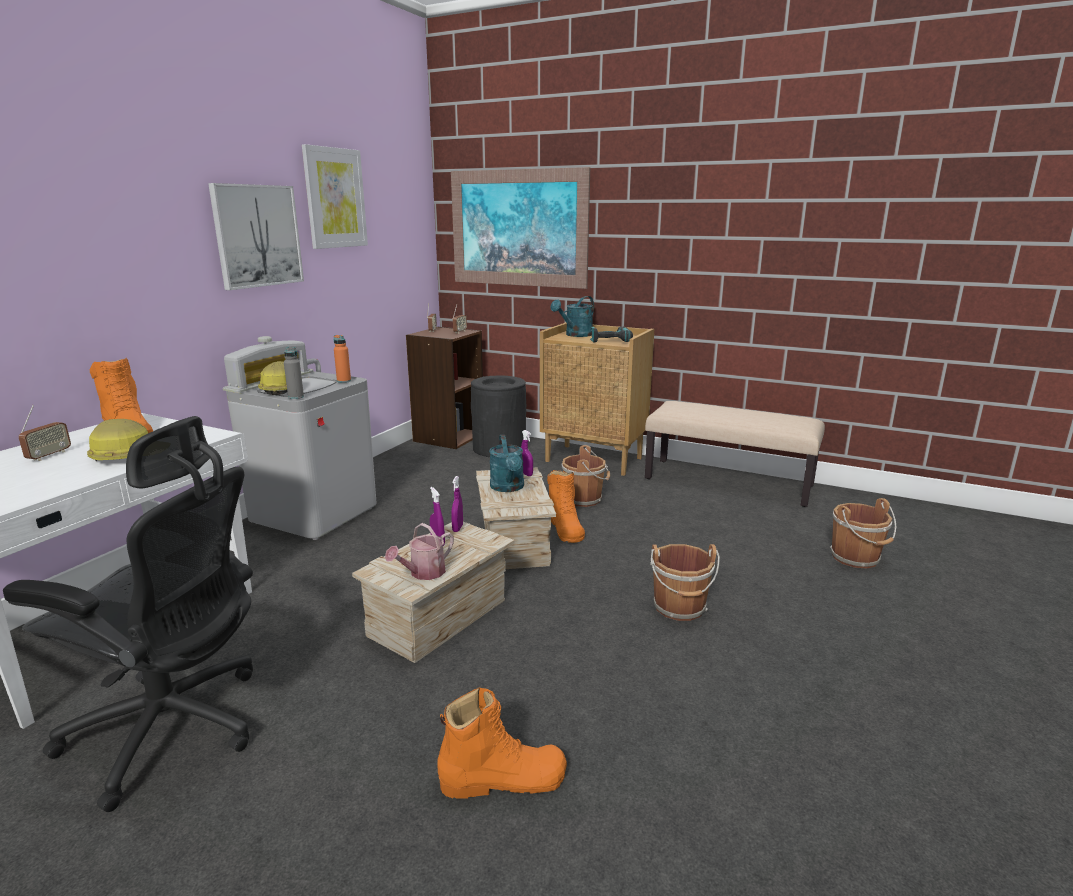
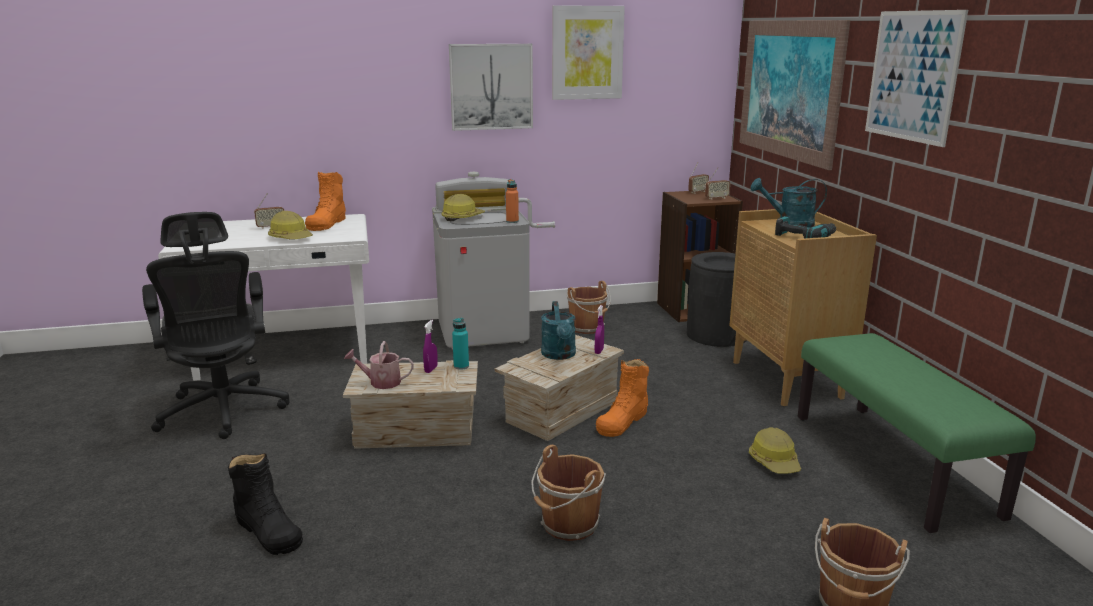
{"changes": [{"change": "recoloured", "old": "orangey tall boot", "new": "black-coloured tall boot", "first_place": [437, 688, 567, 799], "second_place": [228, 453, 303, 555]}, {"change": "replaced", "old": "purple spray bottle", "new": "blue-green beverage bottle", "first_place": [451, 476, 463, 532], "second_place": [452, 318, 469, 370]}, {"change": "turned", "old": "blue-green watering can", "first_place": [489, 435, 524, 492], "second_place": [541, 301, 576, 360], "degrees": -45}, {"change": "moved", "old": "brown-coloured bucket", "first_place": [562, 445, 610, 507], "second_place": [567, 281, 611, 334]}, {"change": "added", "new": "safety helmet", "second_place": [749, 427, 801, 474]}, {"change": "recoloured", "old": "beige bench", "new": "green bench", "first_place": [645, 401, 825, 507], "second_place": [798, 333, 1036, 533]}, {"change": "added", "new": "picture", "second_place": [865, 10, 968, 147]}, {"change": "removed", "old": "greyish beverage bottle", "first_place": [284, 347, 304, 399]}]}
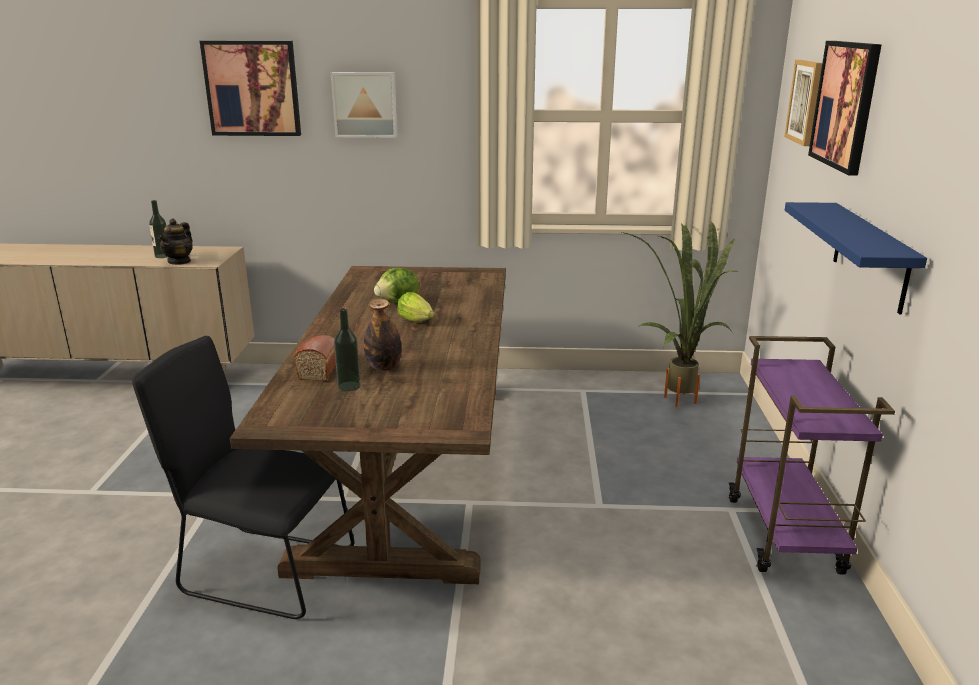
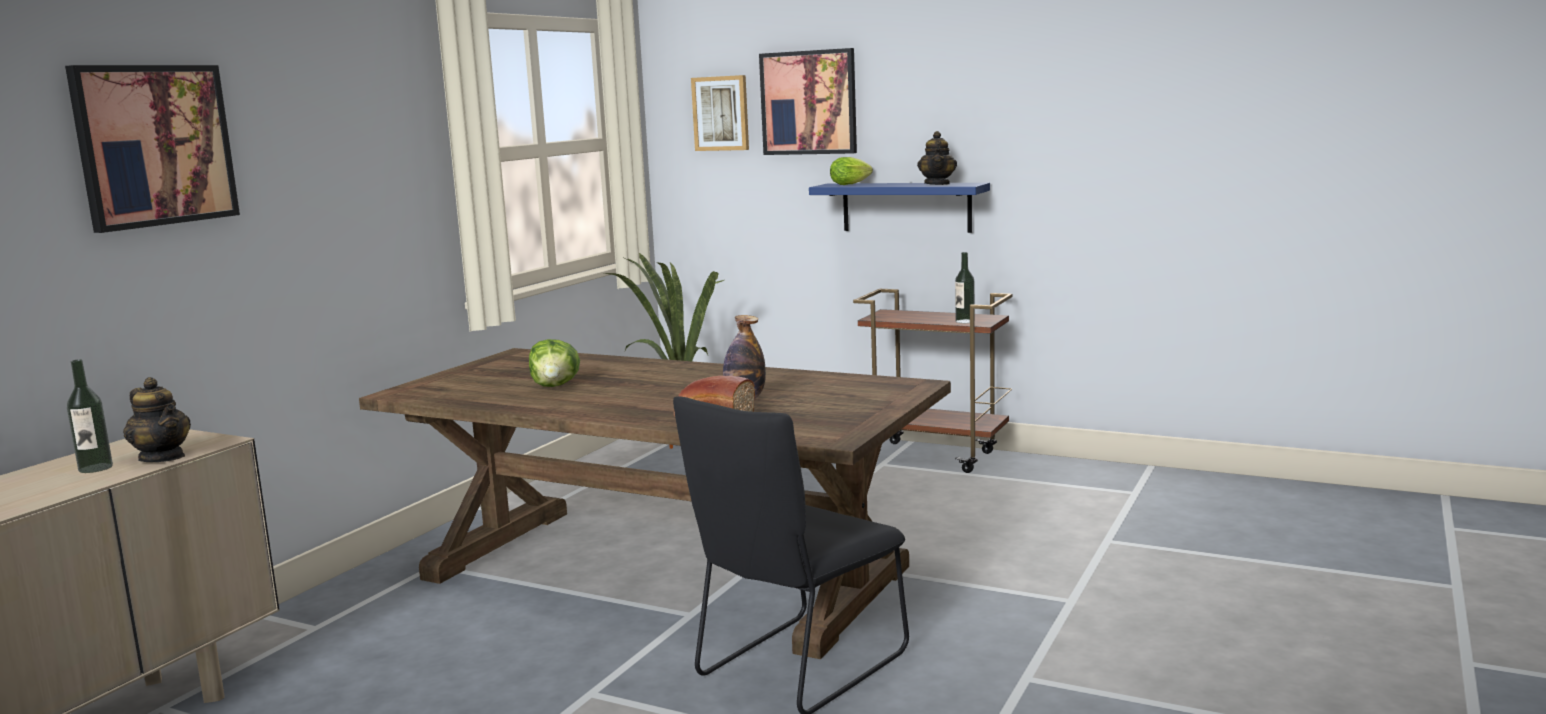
{"changes": [{"change": "moved", "old": "lettuce head", "first_place": [397, 292, 434, 322], "second_place": [830, 157, 873, 185]}, {"change": "recoloured", "old": "purple wheeled cart", "new": "brown-coloured wheeled cart", "first_place": [728, 336, 895, 575], "second_place": [853, 289, 1013, 473]}, {"change": "added", "new": "teapot", "second_place": [917, 131, 957, 185]}, {"change": "moved", "old": "beverage bottle", "first_place": [334, 308, 361, 391], "second_place": [955, 252, 975, 323]}, {"change": "removed", "old": "picture", "first_place": [331, 72, 398, 138]}]}
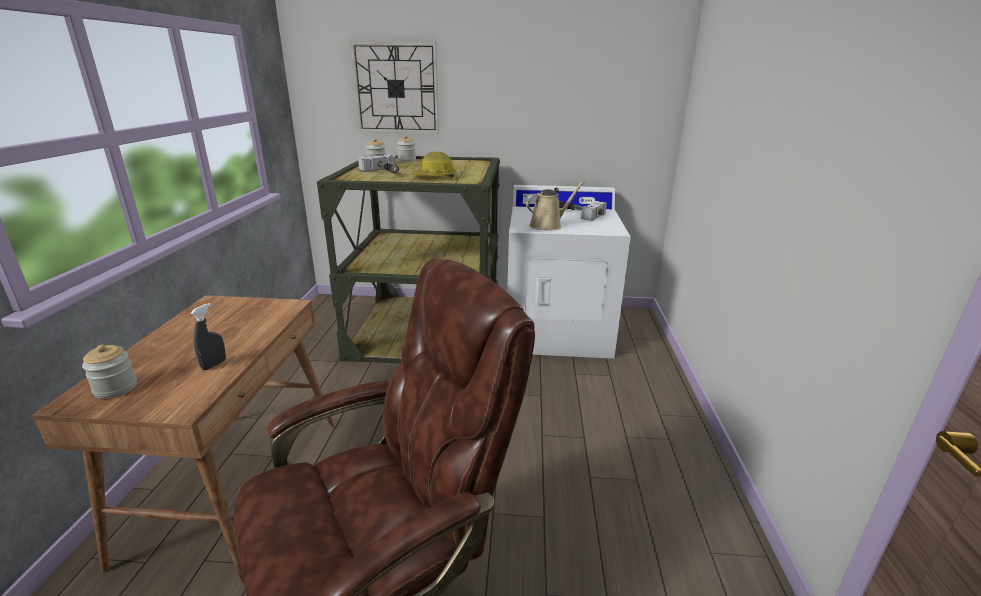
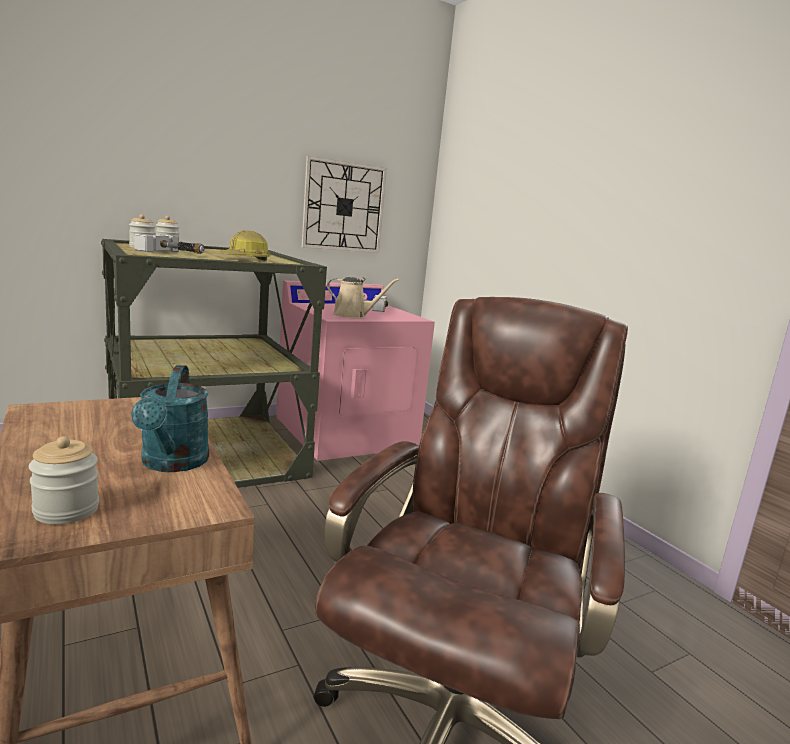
{"changes": [{"change": "replaced", "old": "greyish spray bottle", "new": "blue-green watering can", "first_place": [191, 303, 226, 370], "second_place": [131, 365, 209, 472]}, {"change": "recoloured", "old": "white laundry appliance", "new": "pink laundry appliance", "first_place": [507, 185, 631, 359], "second_place": [276, 280, 435, 461]}, {"change": "moved", "old": "wall clock", "first_place": [350, 42, 439, 134], "second_place": [301, 156, 387, 253]}, {"change": "turned", "old": "beige watering can", "first_place": [525, 181, 585, 230], "second_place": [327, 277, 400, 319], "degrees": 75}]}
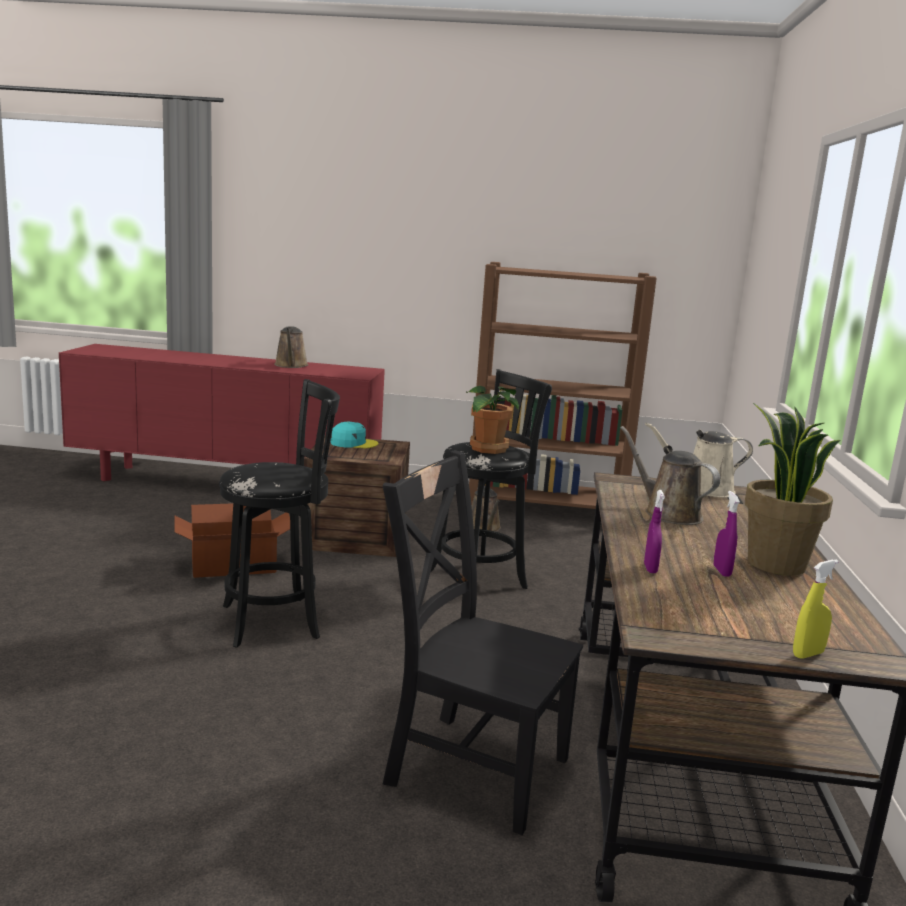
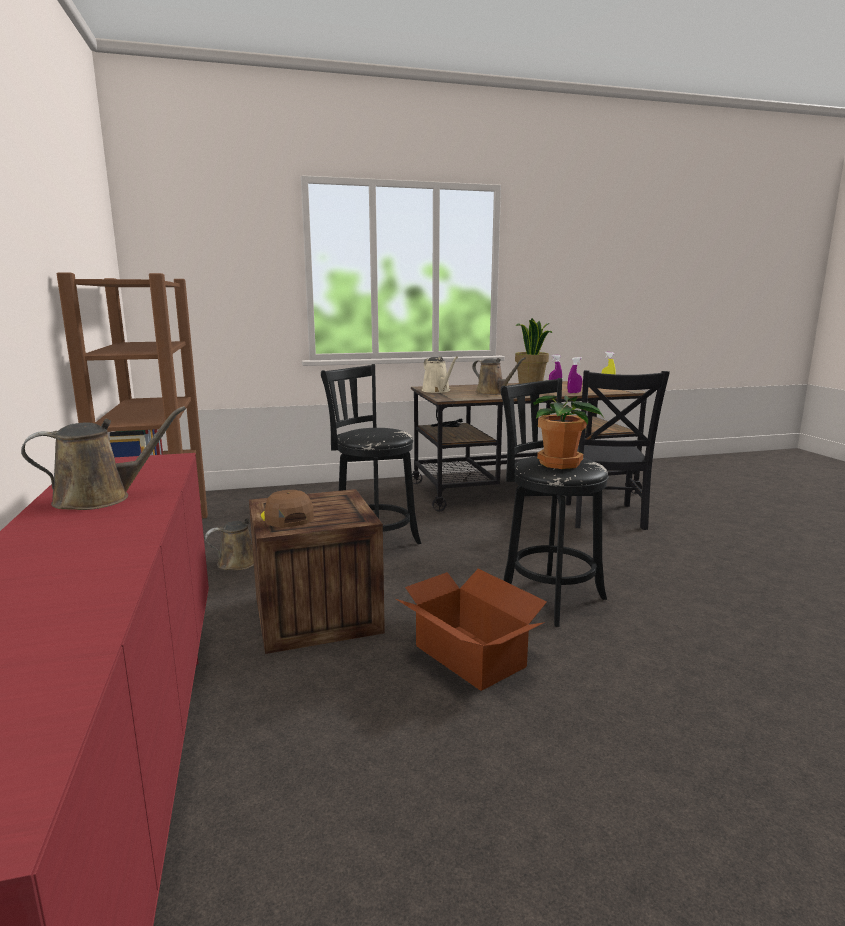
{"changes": [{"change": "recoloured", "old": "blue-green cap", "new": "brown-coloured cap", "first_place": [331, 422, 378, 448], "second_place": [261, 490, 314, 528]}, {"change": "turned", "old": "brown-coloured watering can", "first_place": [620, 426, 720, 525], "second_place": [472, 357, 526, 395], "degrees": -75}, {"change": "moved", "old": "houseplant", "first_place": [466, 385, 519, 454], "second_place": [533, 395, 604, 469]}]}
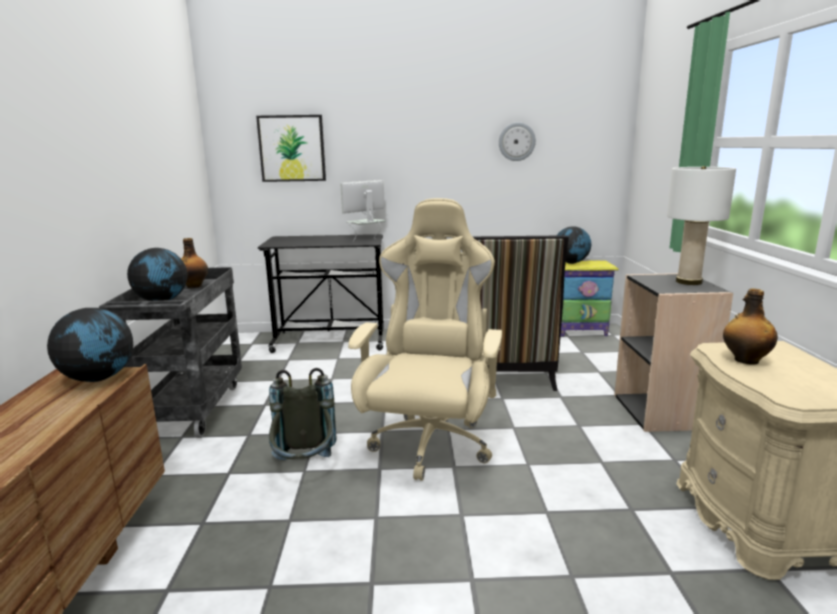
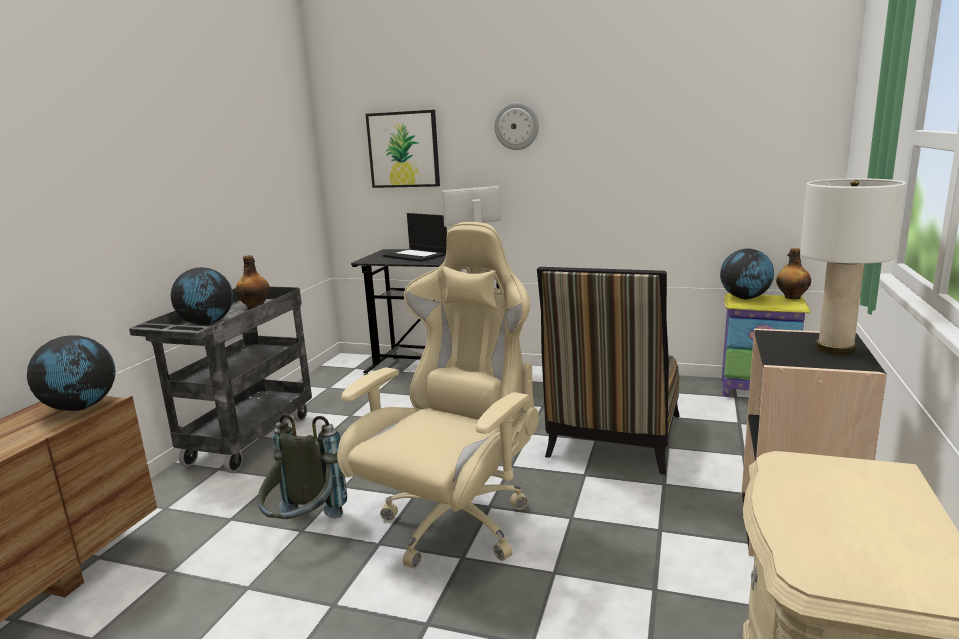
{"changes": [{"change": "added", "new": "notebook computer", "second_place": [383, 213, 447, 262]}, {"change": "moved", "old": "wall clock", "first_place": [499, 122, 536, 161], "second_place": [494, 102, 539, 150]}, {"change": "moved", "old": "beverage bottle", "first_place": [723, 288, 778, 365], "second_place": [776, 248, 811, 299]}]}
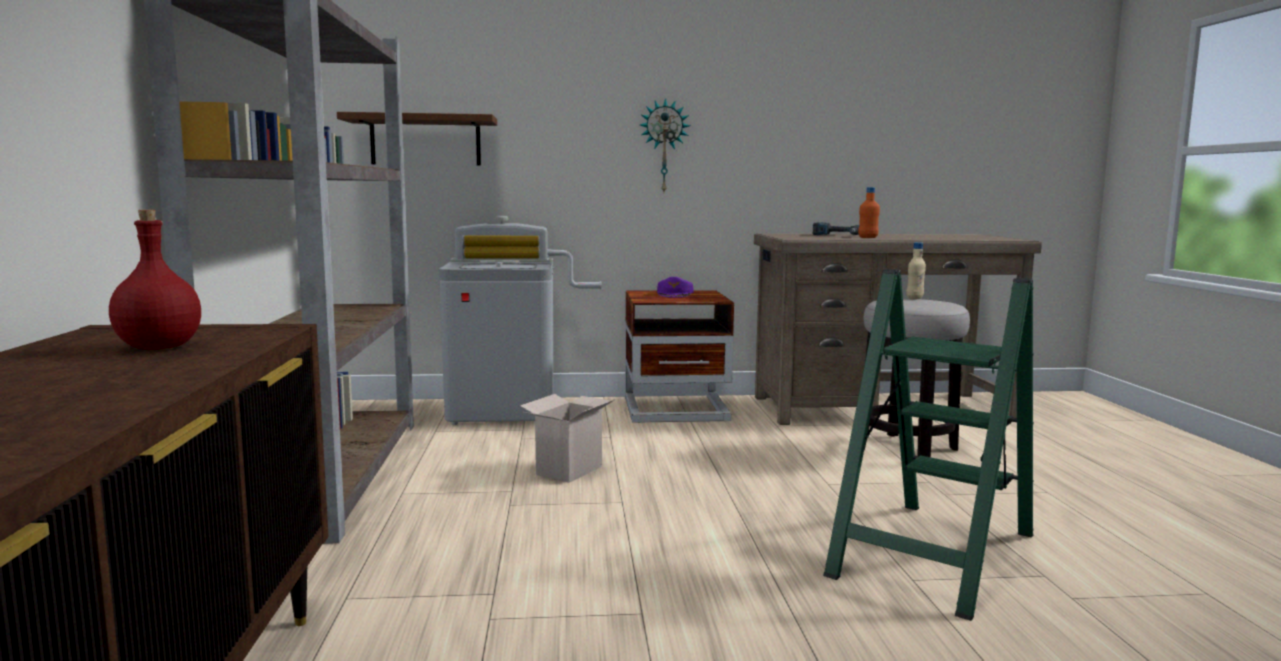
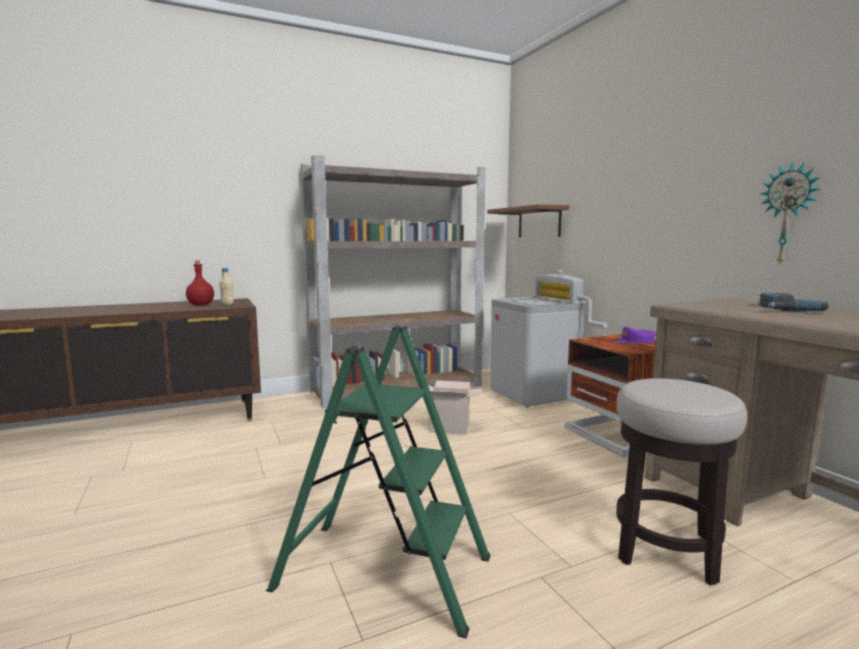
{"changes": [{"change": "moved", "old": "beige beverage bottle", "first_place": [906, 242, 926, 300], "second_place": [219, 268, 234, 305]}, {"change": "moved", "old": "wall clock", "first_place": [640, 98, 690, 192], "second_place": [760, 162, 820, 266]}, {"change": "removed", "old": "orangey beverage bottle", "first_place": [858, 187, 880, 238]}]}
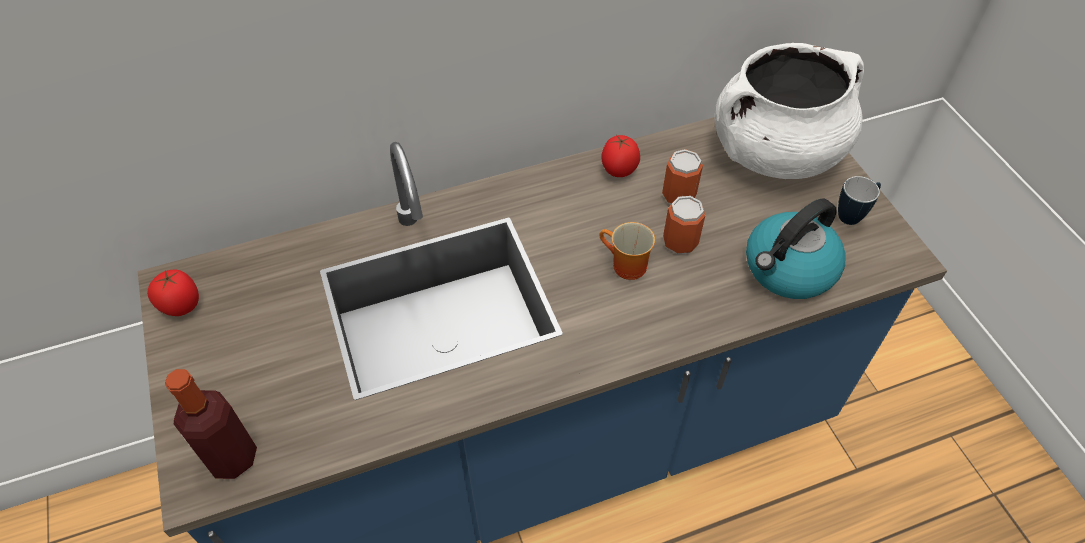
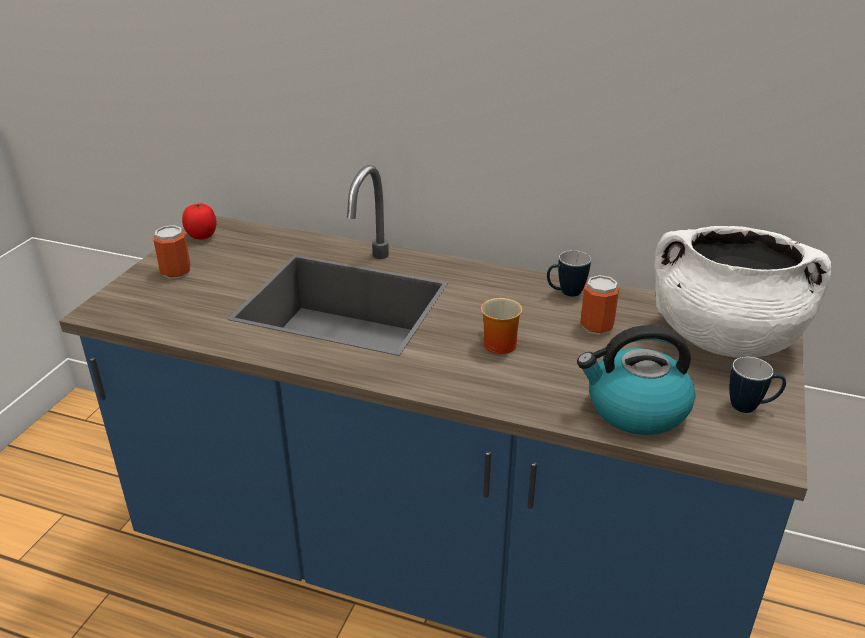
{"changes": [{"change": "moved", "old": "sealed can", "first_place": [663, 196, 705, 254], "second_place": [154, 225, 191, 279]}, {"change": "replaced", "old": "fresh tomato", "new": "tea mug", "first_place": [602, 135, 640, 177], "second_place": [547, 250, 591, 297]}, {"change": "removed", "old": "beverage bottle", "first_place": [165, 369, 257, 479]}]}
